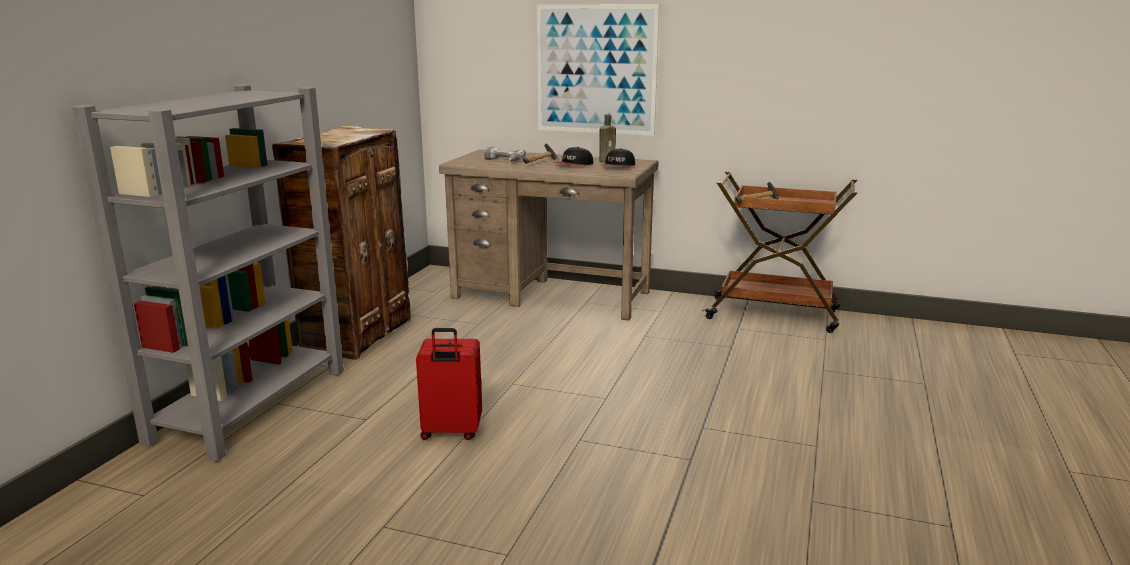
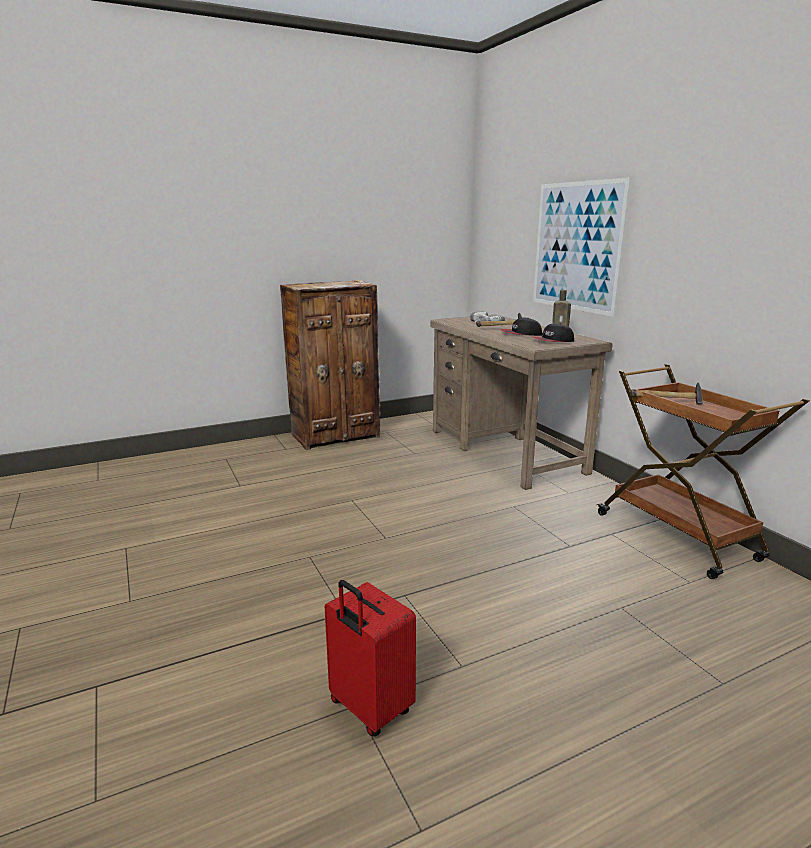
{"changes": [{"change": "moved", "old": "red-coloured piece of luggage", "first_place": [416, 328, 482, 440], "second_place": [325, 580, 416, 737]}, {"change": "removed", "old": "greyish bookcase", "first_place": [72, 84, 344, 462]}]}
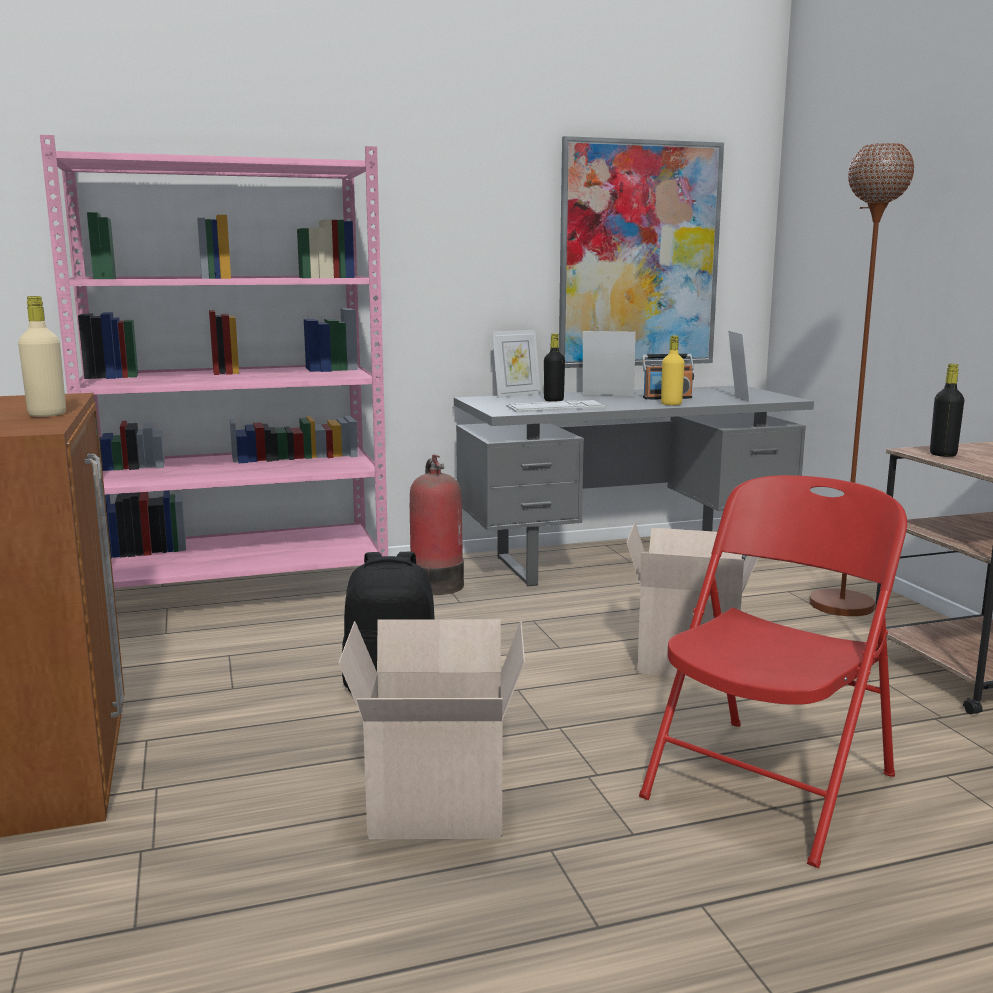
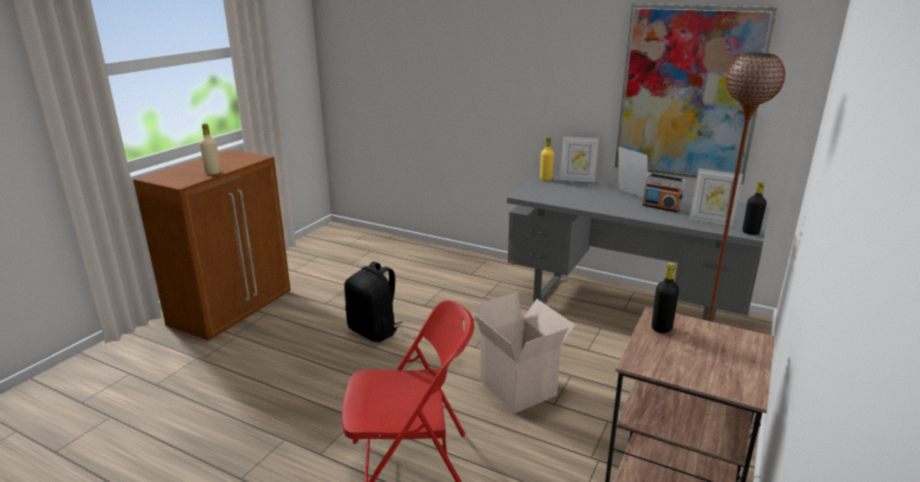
{"changes": [{"change": "moved", "old": "yellowish beverage bottle", "first_place": [661, 335, 685, 405], "second_place": [540, 137, 554, 181]}, {"change": "turned", "old": "standing frame", "first_place": [728, 330, 750, 402], "second_place": [689, 168, 743, 226], "degrees": 75}, {"change": "moved", "old": "black-coloured beverage bottle", "first_place": [544, 333, 565, 402], "second_place": [742, 181, 767, 235]}, {"change": "removed", "old": "pink bookcase", "first_place": [40, 135, 388, 588]}, {"change": "removed", "old": "carton", "first_place": [338, 619, 525, 839]}, {"change": "removed", "old": "fire-fighting cylinder", "first_place": [410, 455, 464, 595]}, {"change": "removed", "old": "PC keyboard", "first_place": [506, 400, 606, 412]}]}
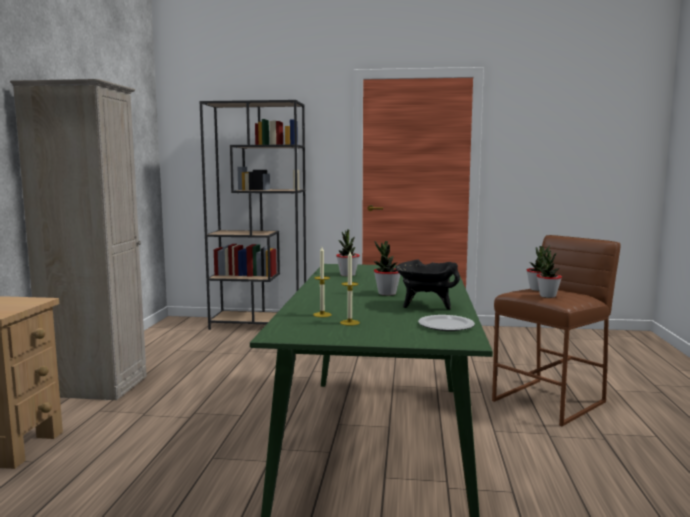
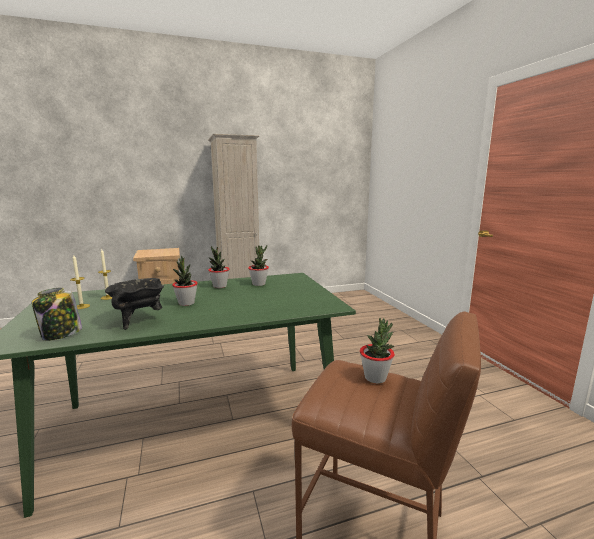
{"changes": [{"change": "replaced", "old": "flat dish", "new": "storage jar", "first_place": [418, 315, 475, 331], "second_place": [32, 287, 82, 341]}, {"change": "moved", "old": "houseplant", "first_place": [536, 250, 562, 298], "second_place": [208, 246, 230, 288]}, {"change": "removed", "old": "bookcase", "first_place": [200, 100, 306, 330]}]}
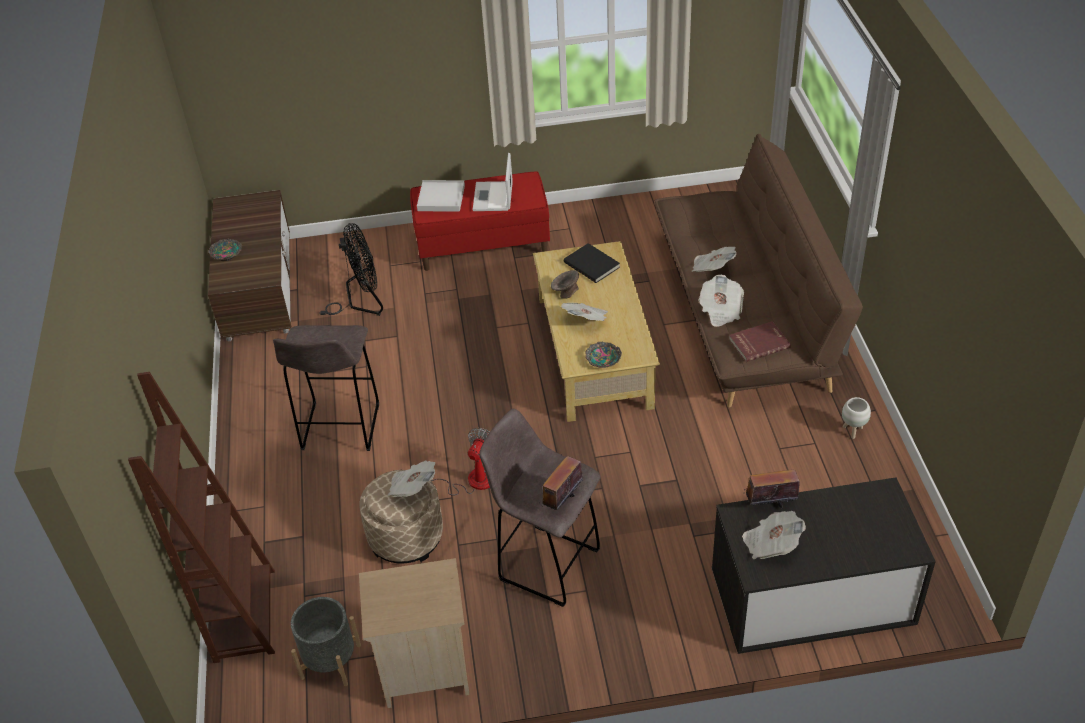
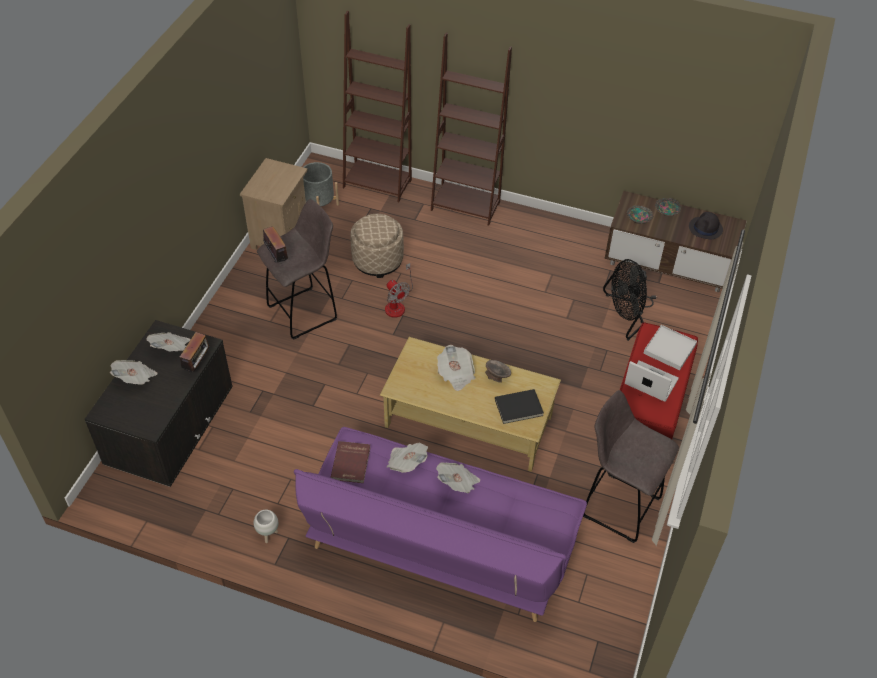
{"changes": [{"change": "moved", "old": "daily paper", "first_place": [388, 461, 435, 497], "second_place": [110, 360, 158, 385]}, {"change": "recoloured", "old": "brown-coloured settee", "new": "purple settee", "first_place": [654, 134, 863, 408], "second_place": [294, 427, 587, 622]}, {"change": "added", "new": "brown-coloured bookcase", "second_place": [431, 33, 512, 226]}, {"change": "moved", "old": "greyish sitting stool", "first_place": [273, 325, 379, 451], "second_place": [583, 390, 679, 543]}, {"change": "turned", "old": "black-coloured cooling fan", "first_place": [319, 223, 383, 316], "second_place": [603, 259, 657, 341], "degrees": 60}, {"change": "moved", "old": "bowl", "first_place": [585, 341, 622, 368], "second_place": [627, 205, 653, 224]}, {"change": "added", "new": "black-coloured hat", "second_place": [689, 212, 723, 239]}]}
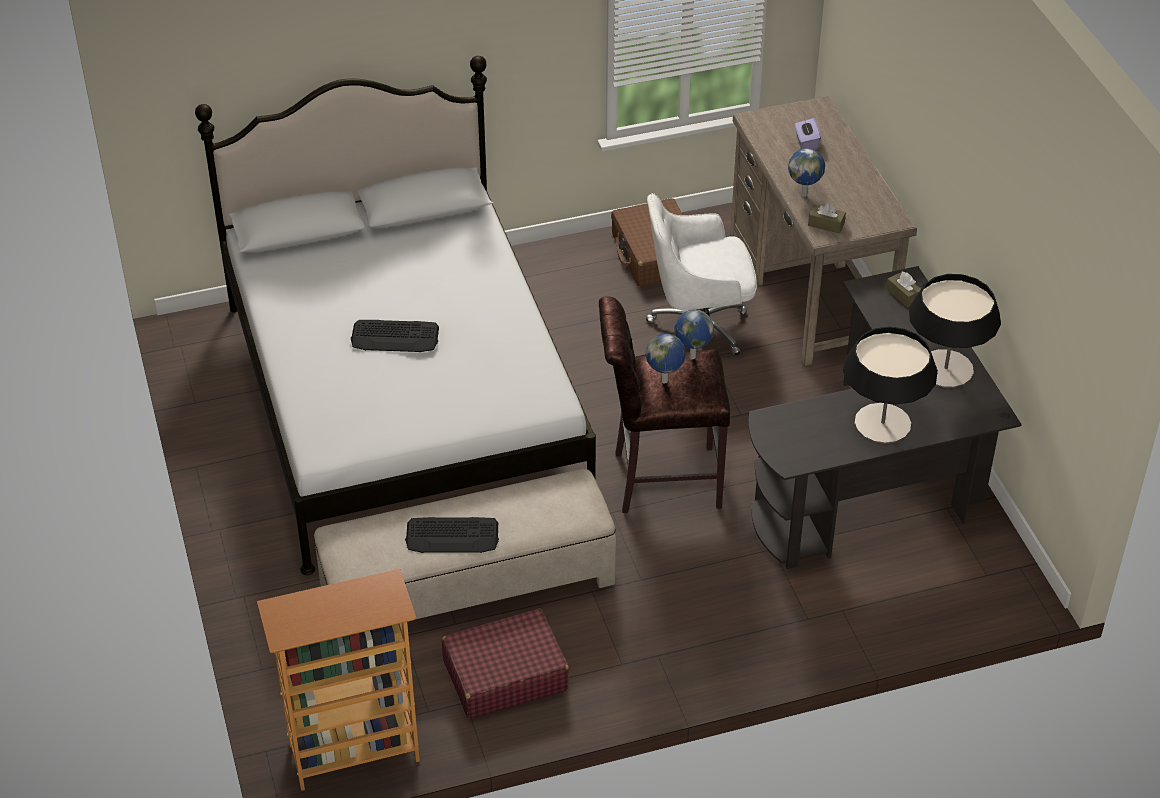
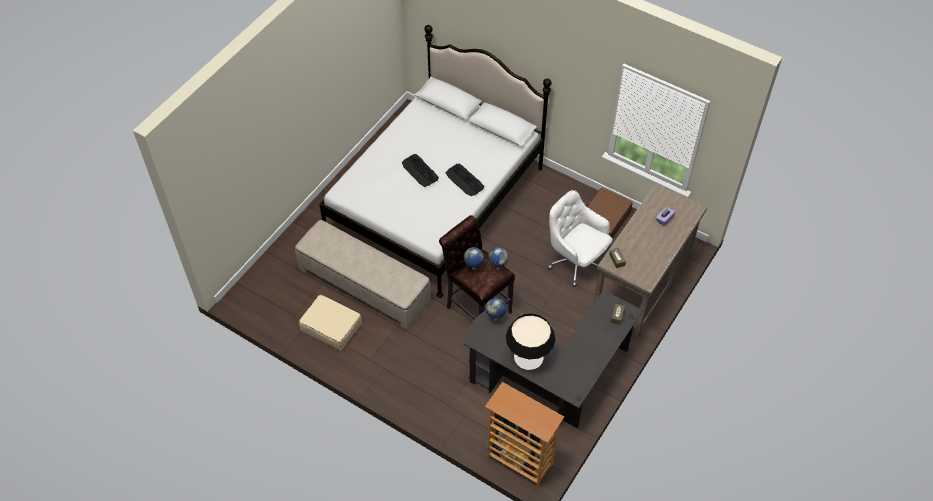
{"changes": [{"change": "recoloured", "old": "red-coloured piece of luggage", "new": "beige piece of luggage", "first_place": [442, 608, 569, 719], "second_place": [299, 295, 362, 351]}, {"change": "moved", "old": "PC keyboard", "first_place": [405, 517, 499, 553], "second_place": [446, 163, 484, 196]}, {"change": "moved", "old": "bookcase", "first_place": [257, 569, 420, 791], "second_place": [485, 382, 564, 488]}, {"change": "moved", "old": "desk globe", "first_place": [788, 148, 825, 197], "second_place": [486, 298, 506, 320]}, {"change": "removed", "old": "lamp for a table", "first_place": [909, 274, 1001, 388]}]}
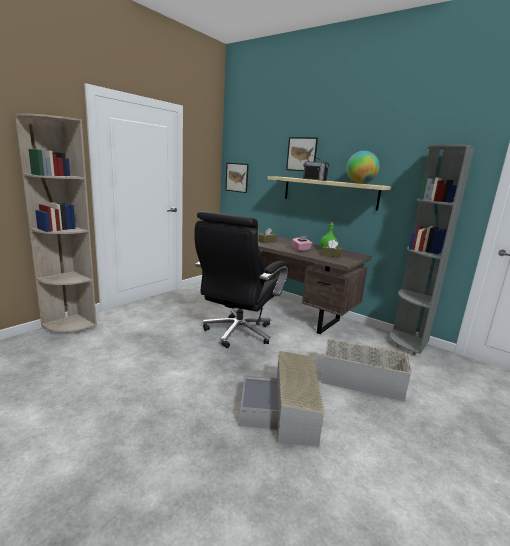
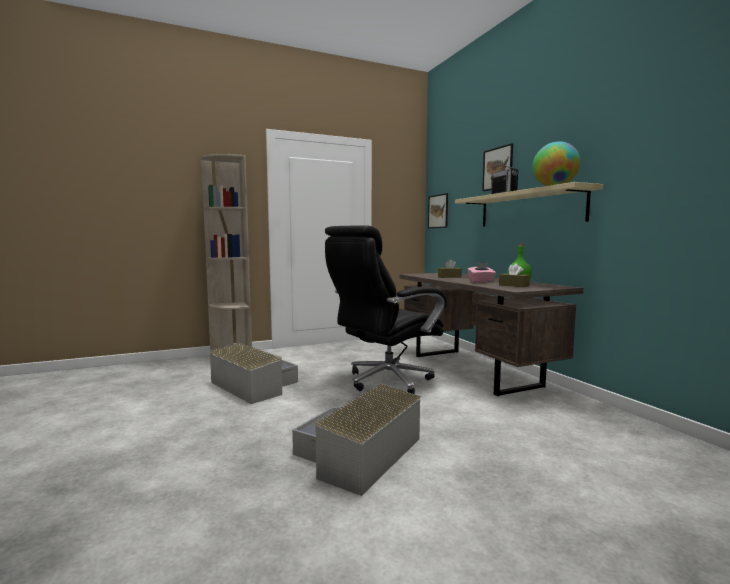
{"changes": [{"change": "moved", "old": "greyish storage bin", "first_place": [321, 339, 411, 402], "second_place": [210, 343, 298, 404]}, {"change": "removed", "old": "greyish bookcase", "first_place": [390, 144, 475, 355]}]}
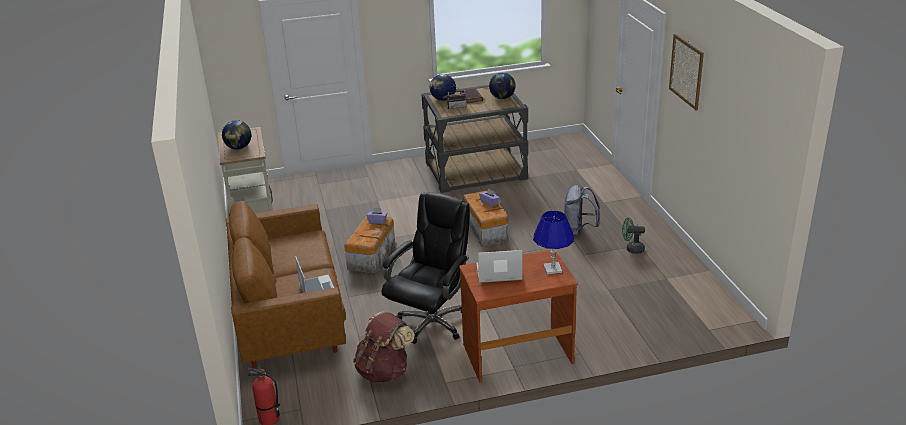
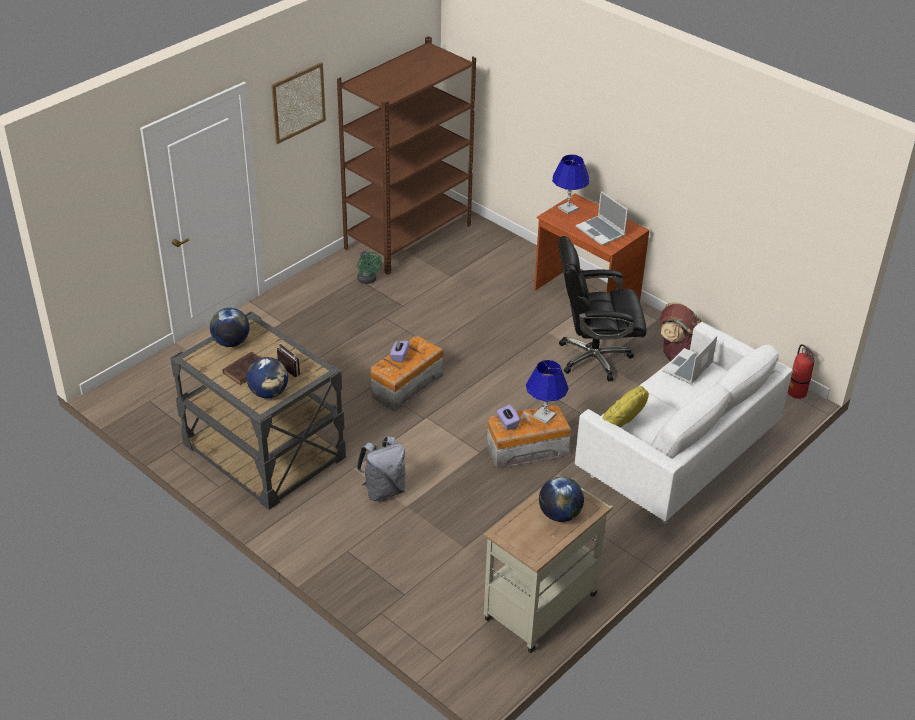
{"changes": [{"change": "added", "new": "brown-coloured bookcase", "second_place": [337, 36, 476, 275]}, {"change": "moved", "old": "greyish backpack", "first_place": [564, 185, 600, 236], "second_place": [356, 436, 405, 501]}, {"change": "added", "new": "bluish lamp for a table", "second_place": [526, 360, 569, 424]}, {"change": "recoloured", "old": "brown-coloured settee", "new": "white settee", "first_place": [226, 200, 346, 368], "second_place": [575, 322, 793, 523]}, {"change": "added", "new": "yellowish cushion", "second_place": [603, 386, 649, 427]}]}
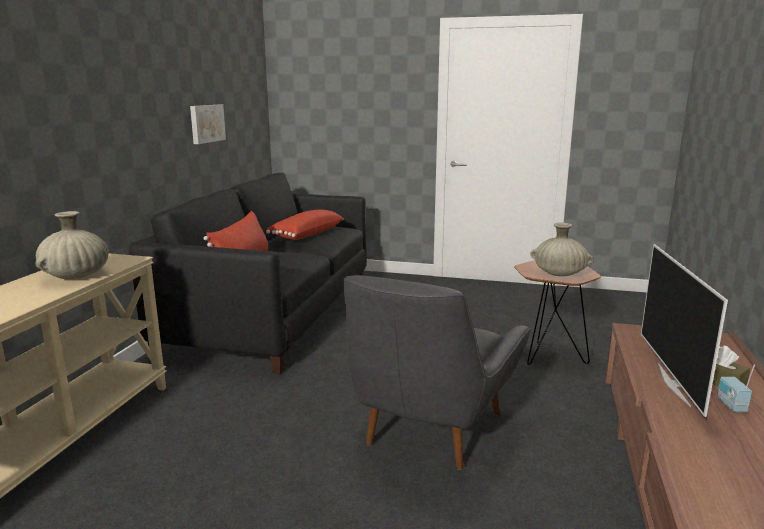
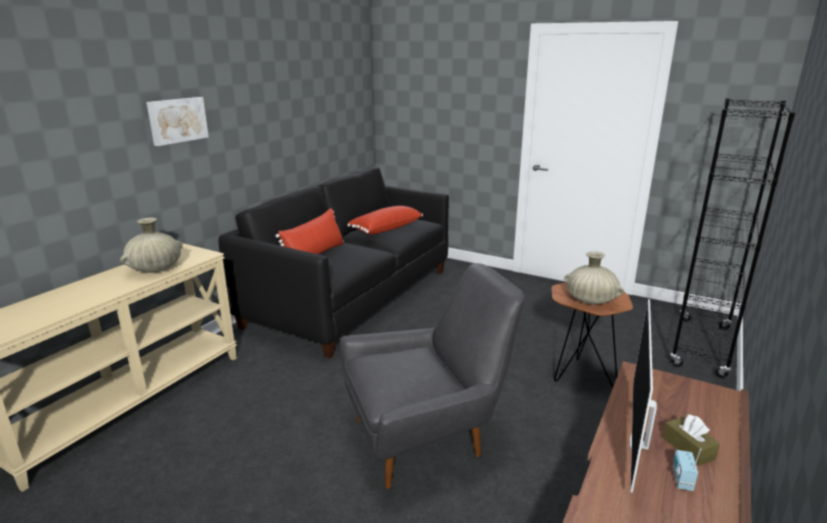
{"changes": [{"change": "moved", "old": "picture", "first_place": [190, 105, 226, 144], "second_place": [146, 97, 209, 146]}, {"change": "turned", "old": "greyish armchair", "first_place": [343, 275, 531, 470], "second_place": [340, 263, 524, 489], "degrees": -150}, {"change": "added", "new": "black-coloured bookcase", "second_place": [670, 98, 795, 378]}]}
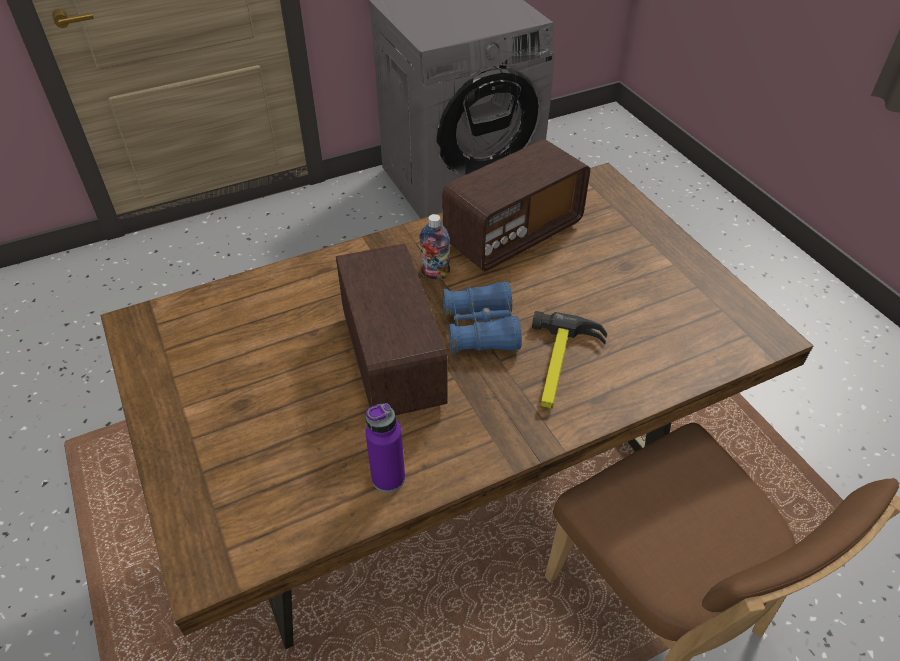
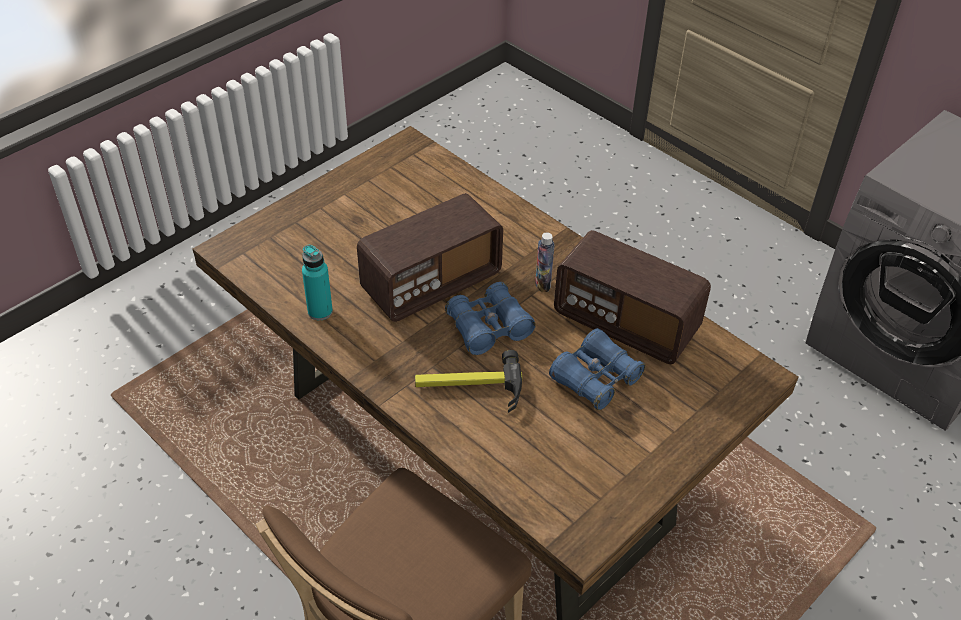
{"changes": [{"change": "recoloured", "old": "purple beverage bottle", "new": "blue-green beverage bottle", "first_place": [365, 403, 405, 493], "second_place": [302, 245, 333, 320]}, {"change": "added", "new": "bluish binoculars", "second_place": [549, 328, 646, 410]}]}
